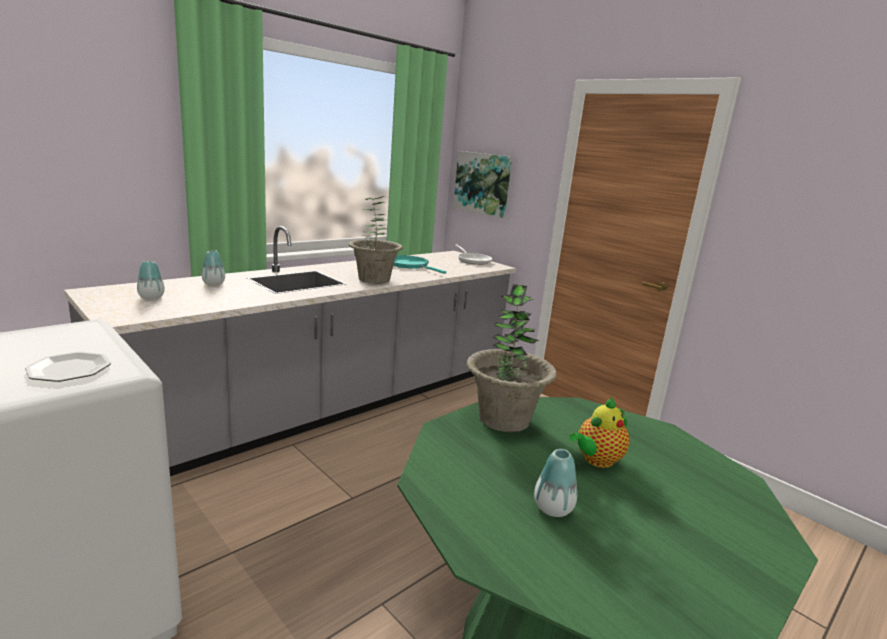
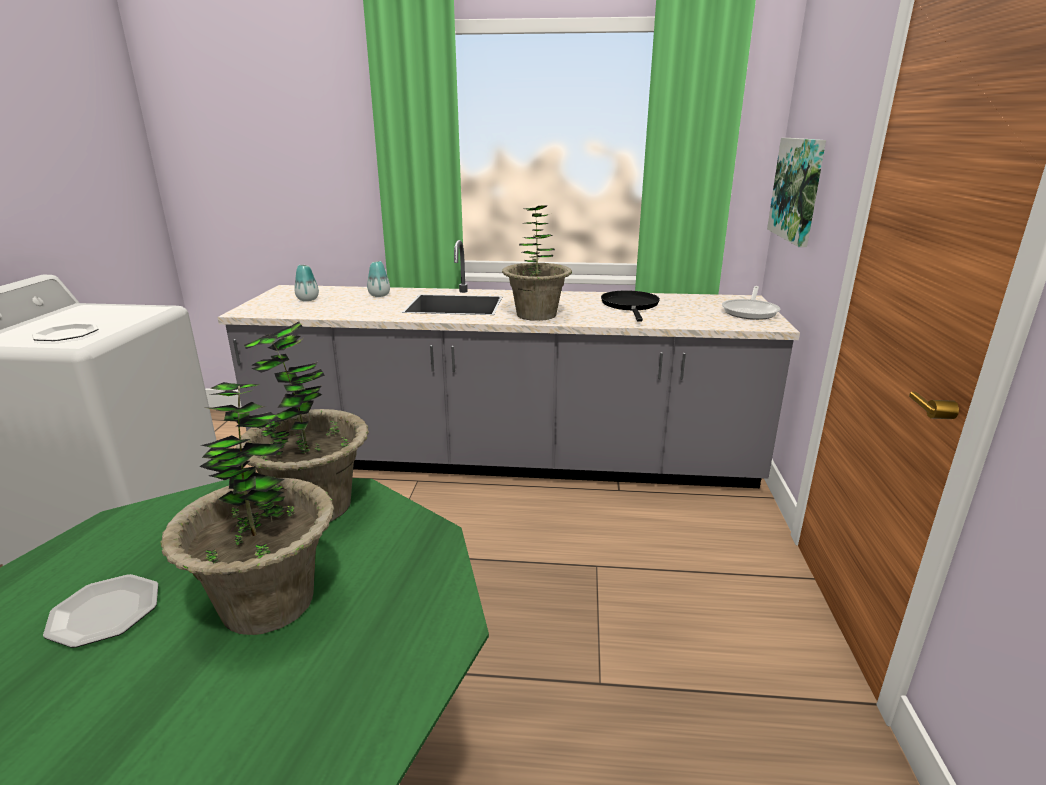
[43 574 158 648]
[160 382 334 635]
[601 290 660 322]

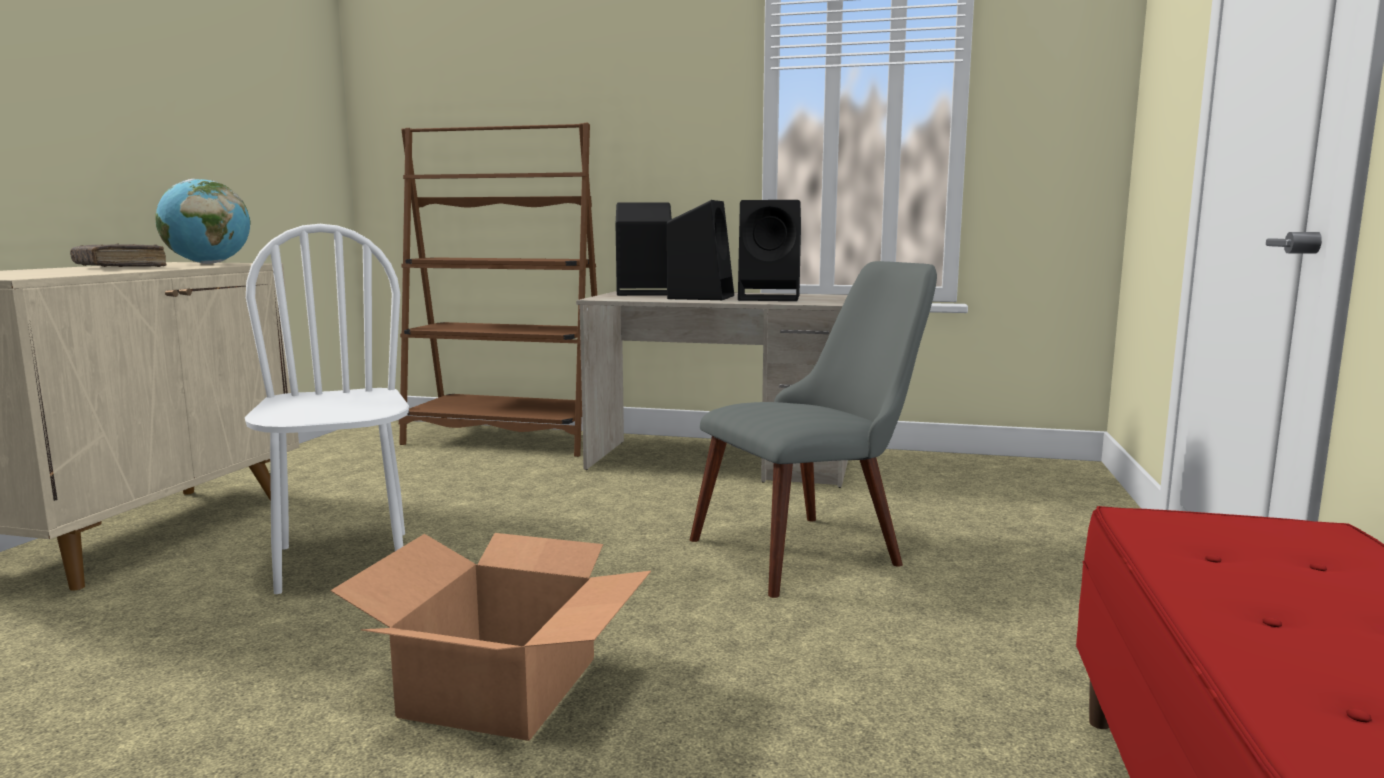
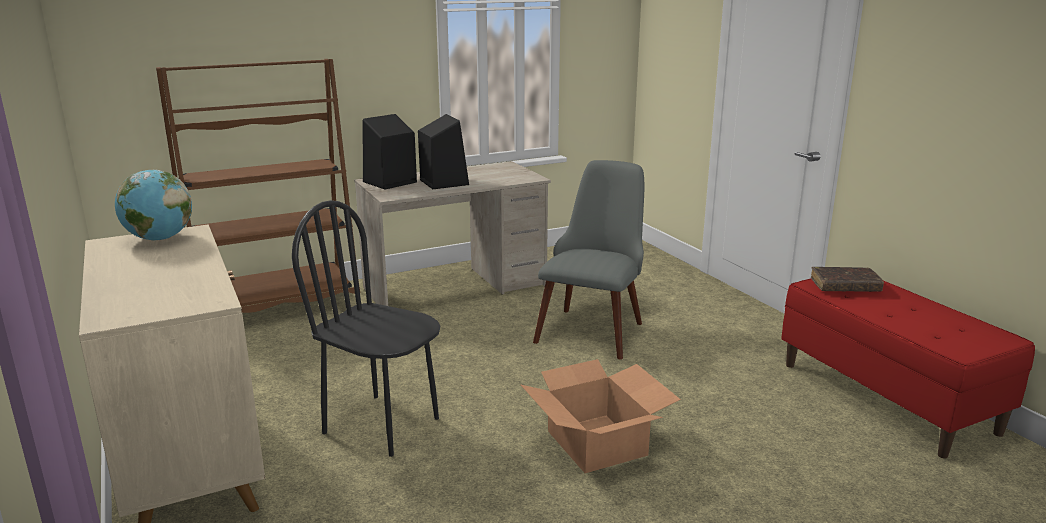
[292 200 441 457]
[811 267 884 292]
[738 200 801 301] (first image)

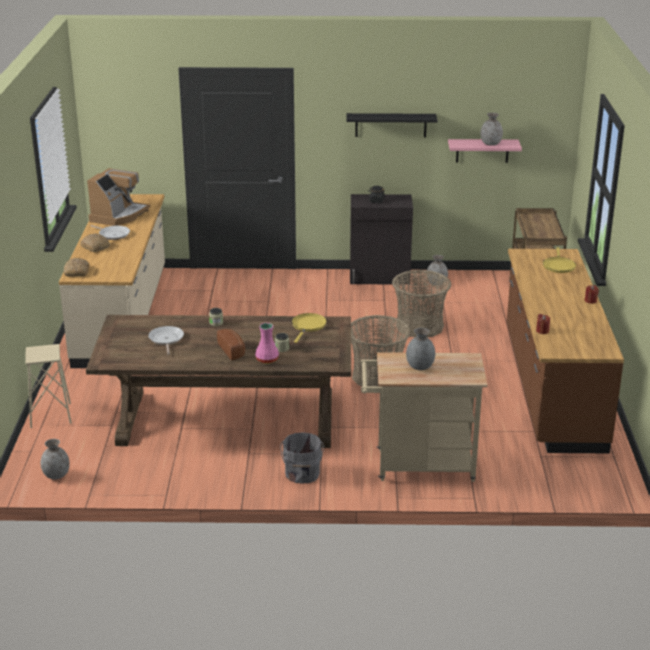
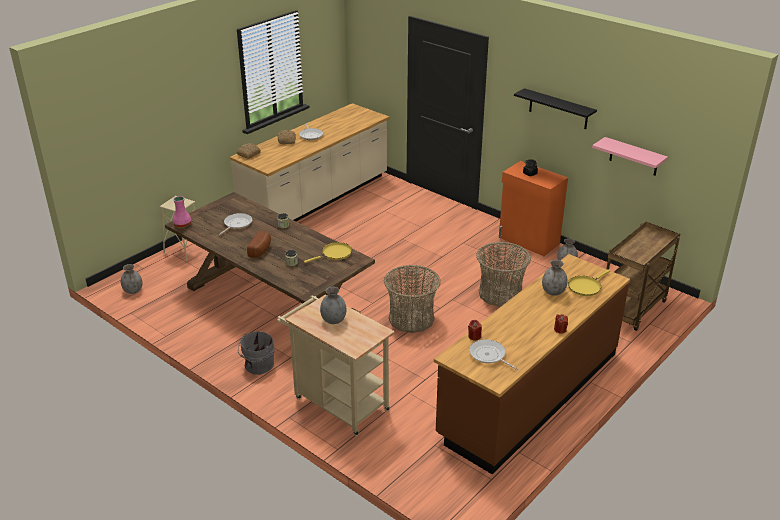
[173 196 191 228]
[469 339 518 370]
[499 161 568 256]
[542 260 568 296]
[87 168 150 226] (first image)

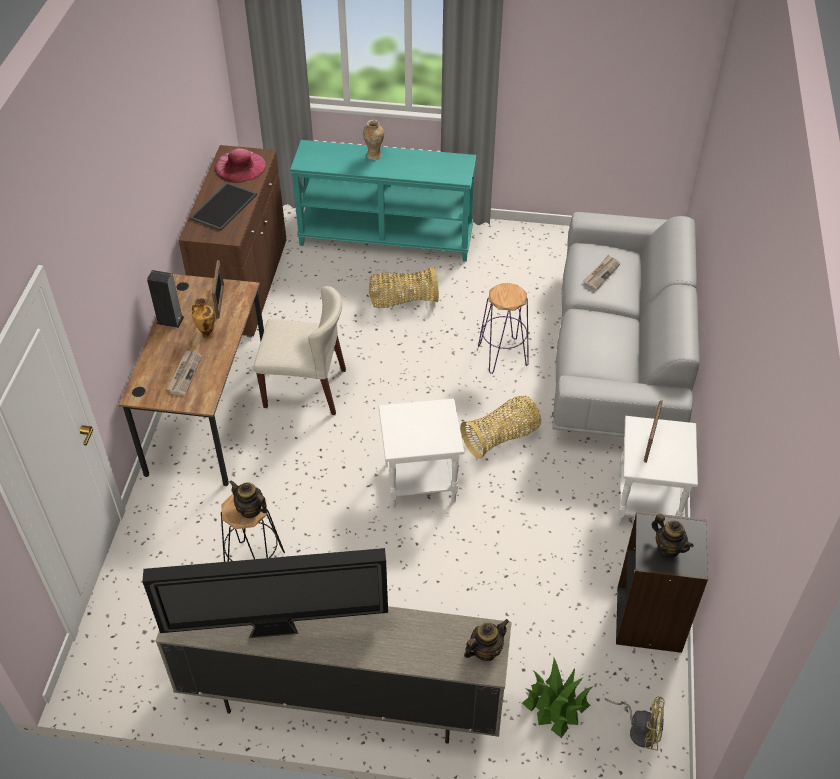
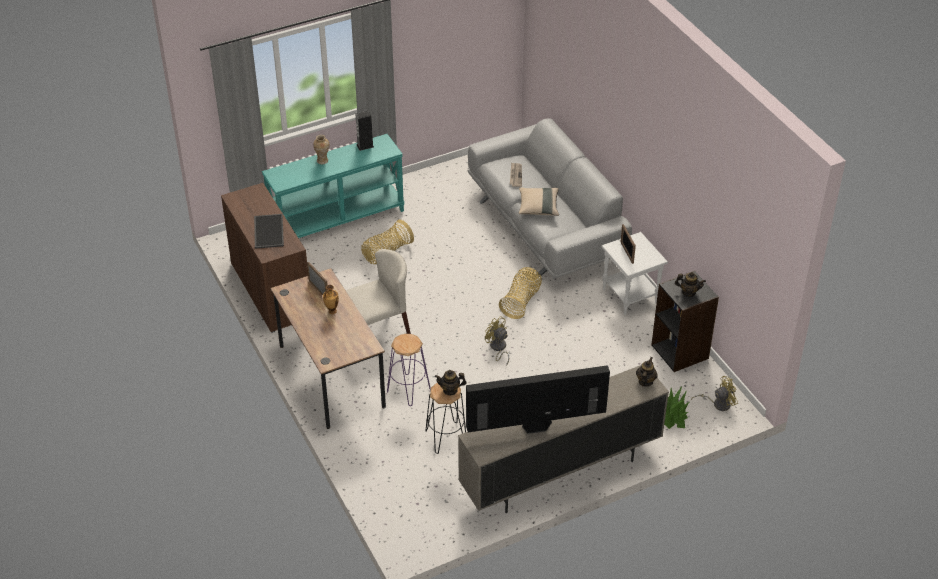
[355 111 374 151]
[387 334 431 406]
[466 365 610 434]
[485 316 509 366]
[519 187 559 216]
[167 350 202 396] (first image)
[214 148 266 183] (first image)

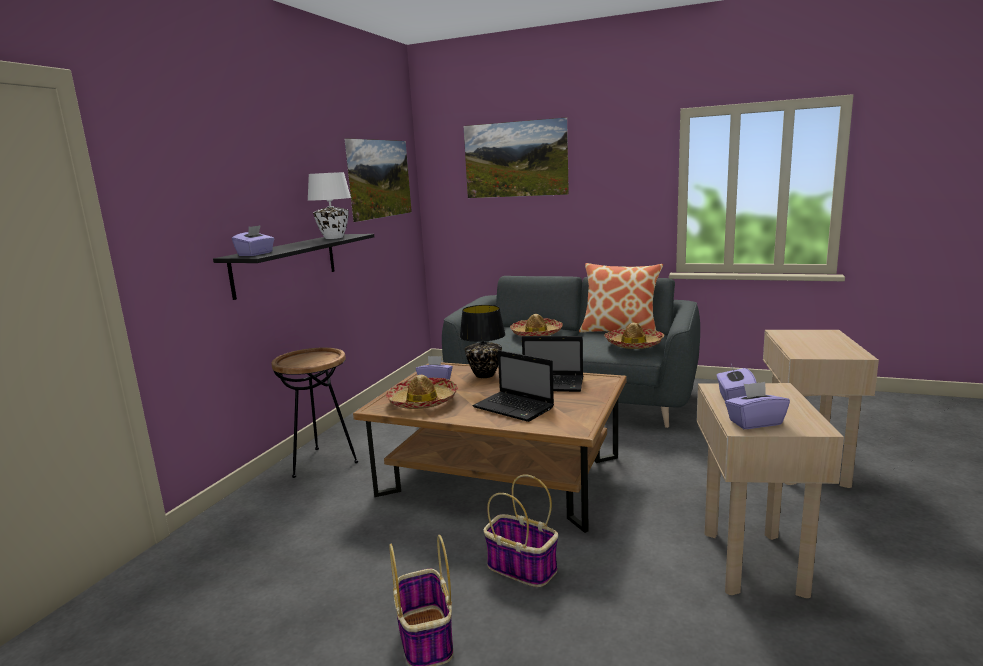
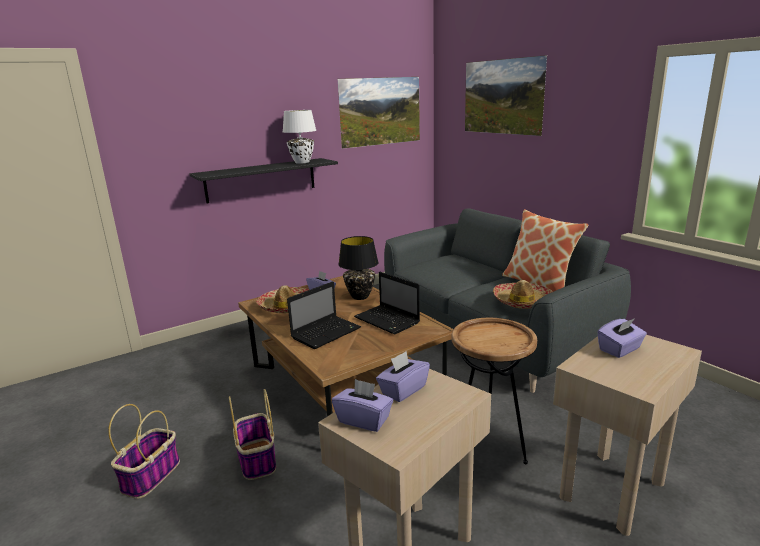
[287 281 361 349]
[452 318 537 464]
[598 318 647 358]
[510 314 563 336] (first image)

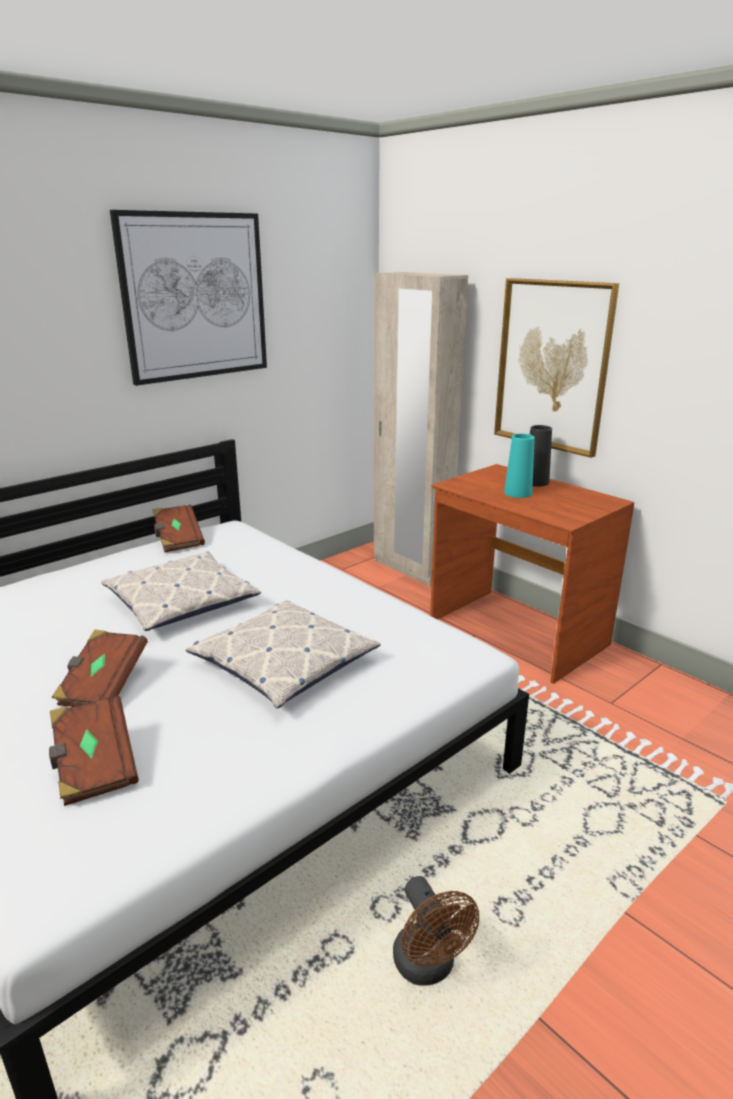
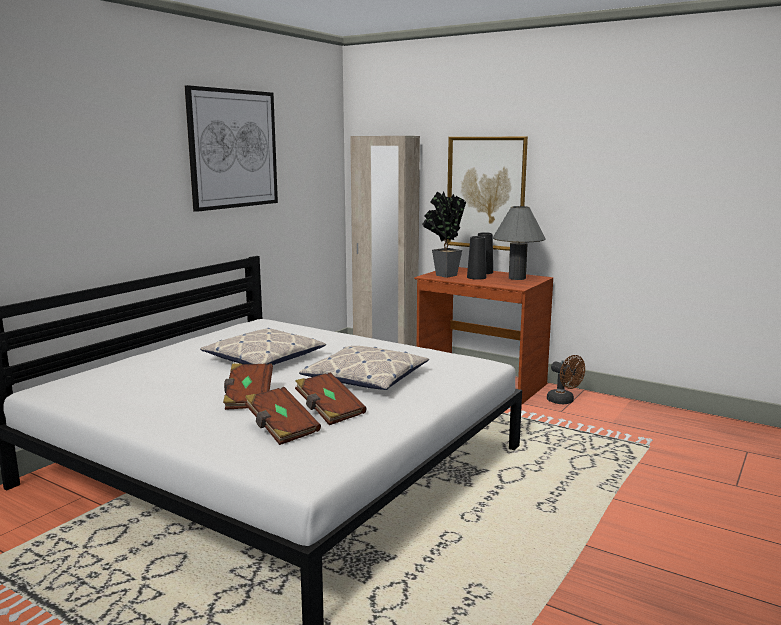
[295 372 367 425]
[422 191 466 278]
[467 236 486 280]
[493 206 546 280]
[547 355 585 404]

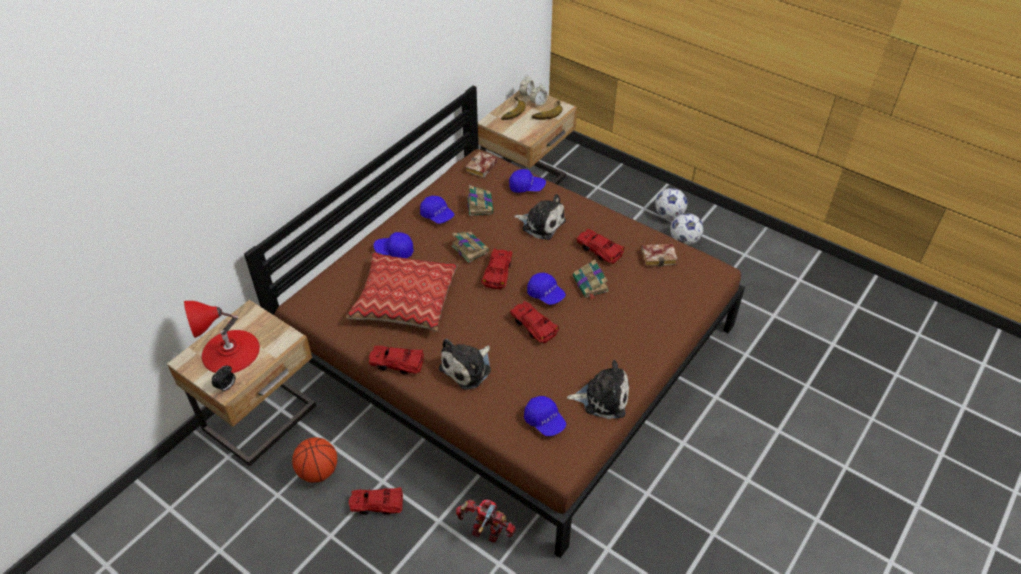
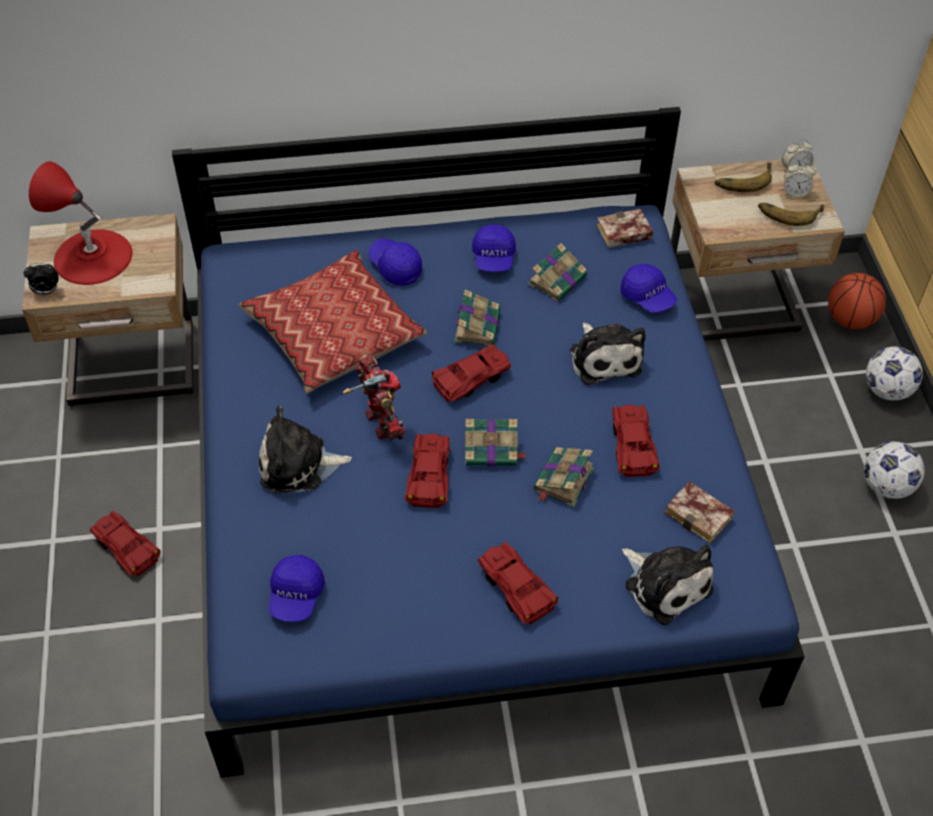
[172 107 805 778]
[343 354 406 441]
[465 419 527 466]
[478 542 558 624]
[622 545 713 625]
[828 273 886 329]
[866 347 923 401]

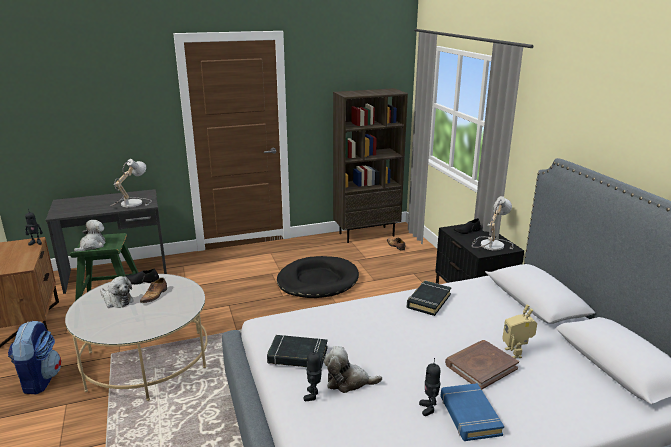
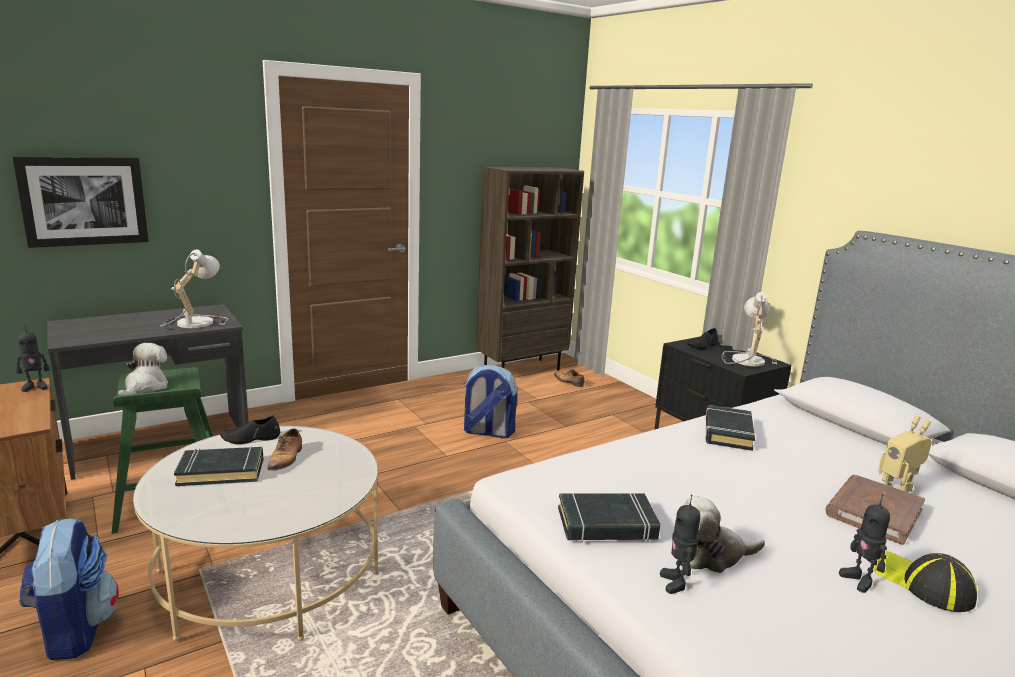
[12 156 149 248]
[174 446 263 486]
[464 365 517 439]
[874 551 977 612]

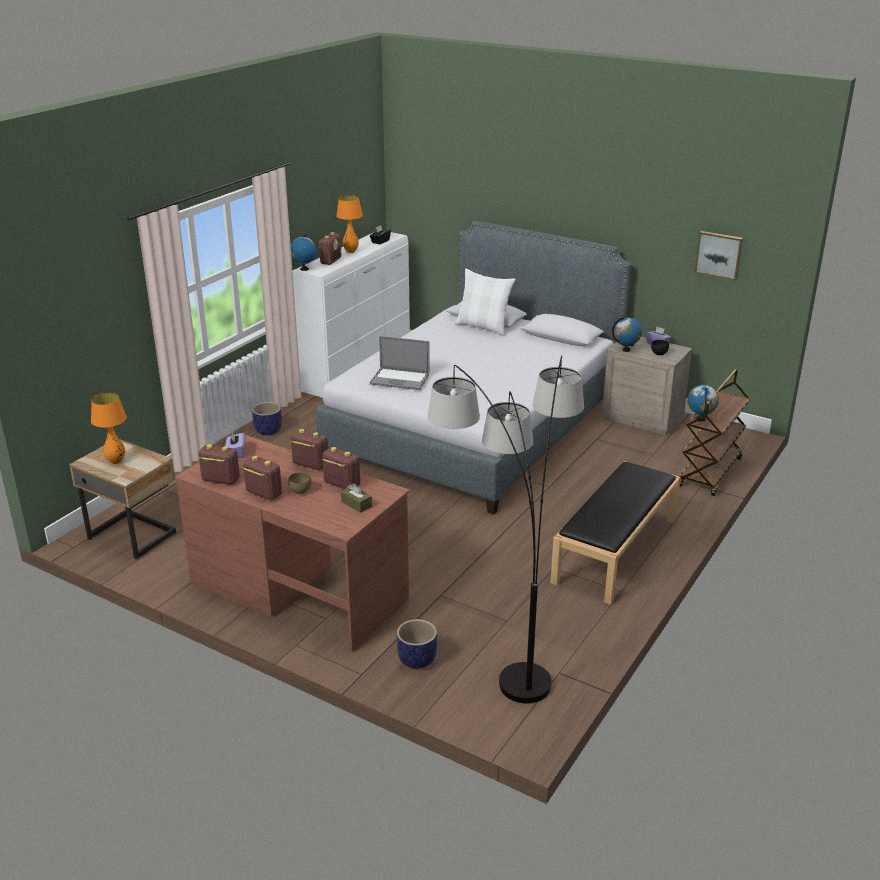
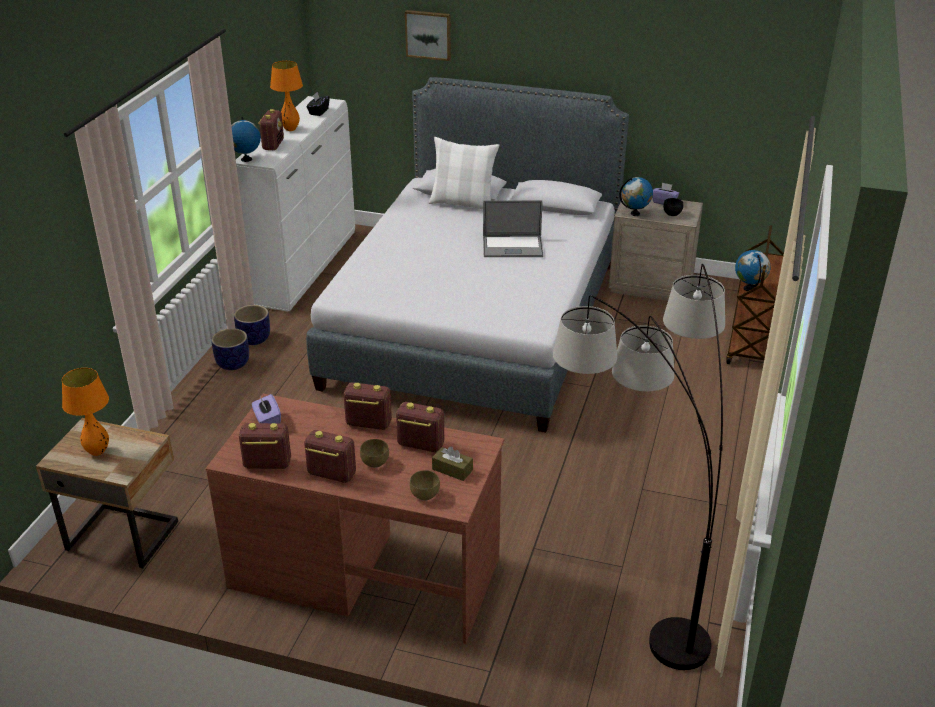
[234 305 270 345]
[405 10 451 61]
[410 470 440 501]
[483 200 543 257]
[551 461 681 605] (first image)

